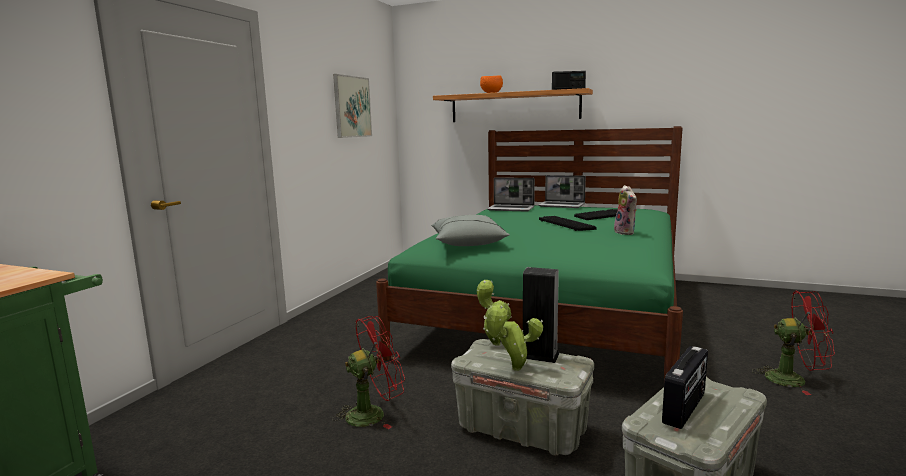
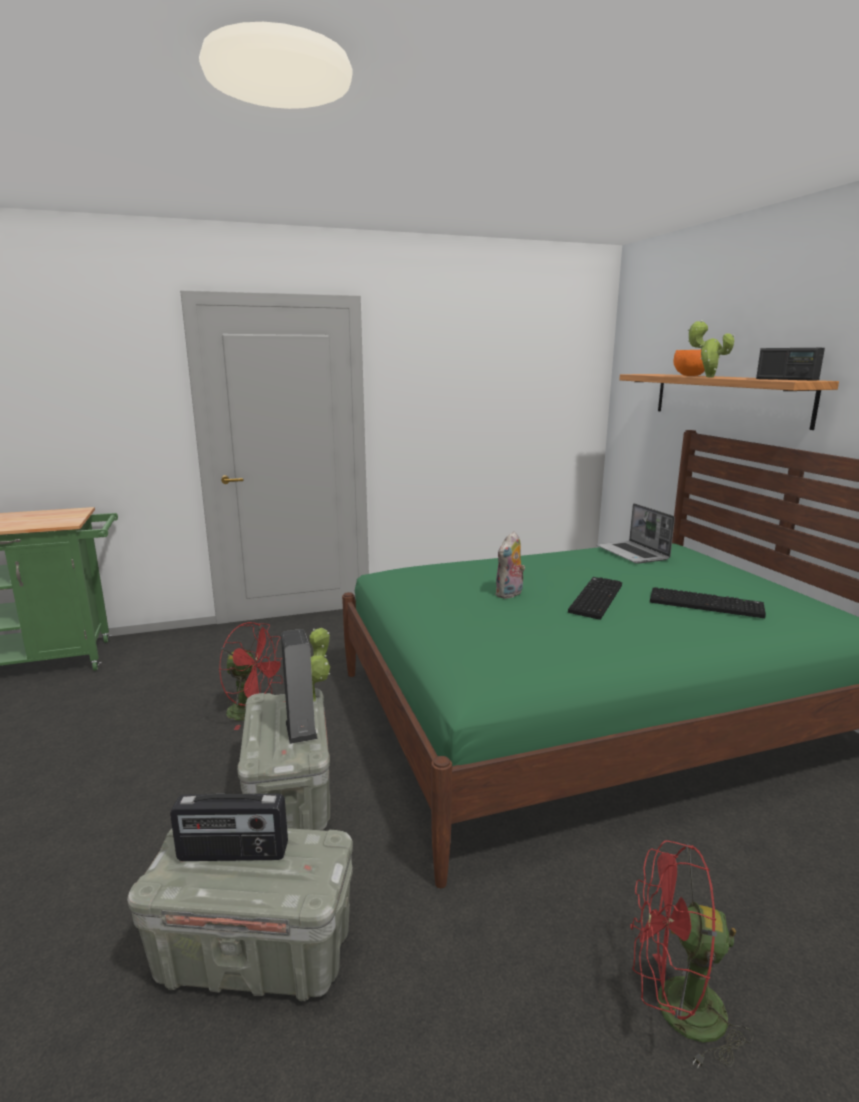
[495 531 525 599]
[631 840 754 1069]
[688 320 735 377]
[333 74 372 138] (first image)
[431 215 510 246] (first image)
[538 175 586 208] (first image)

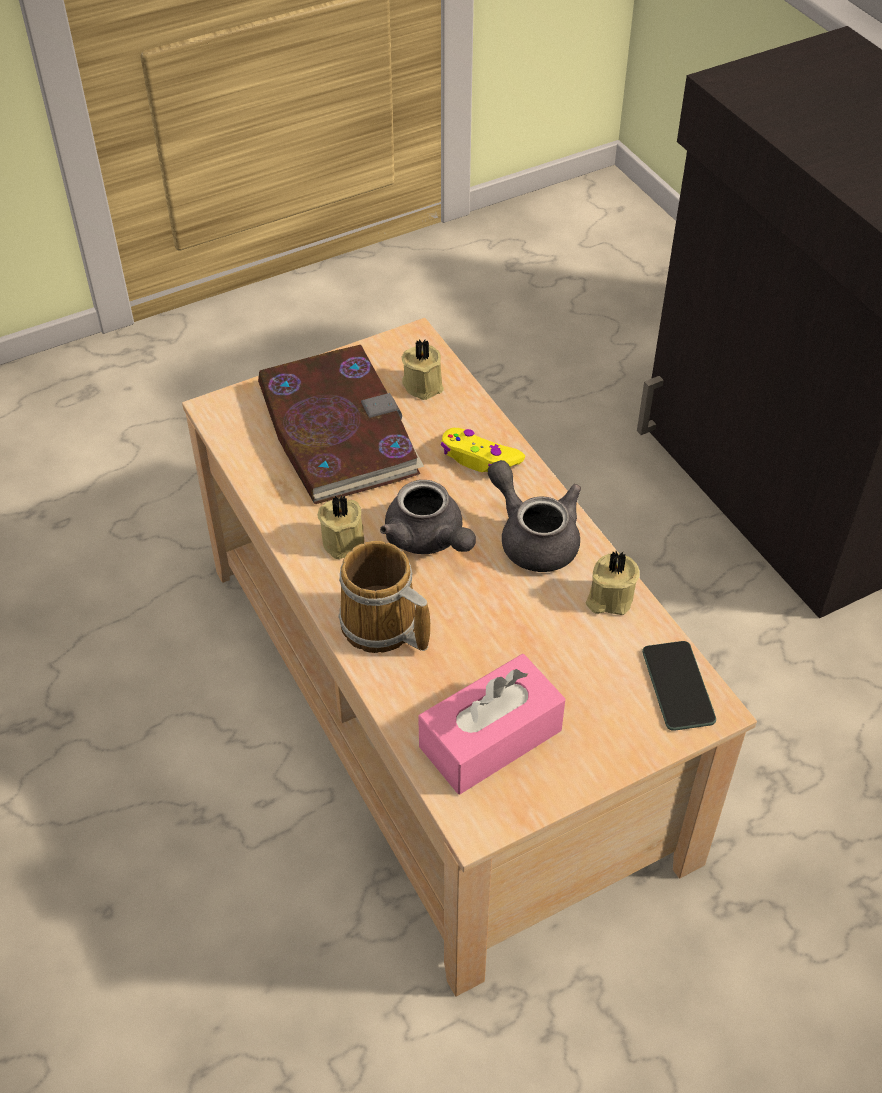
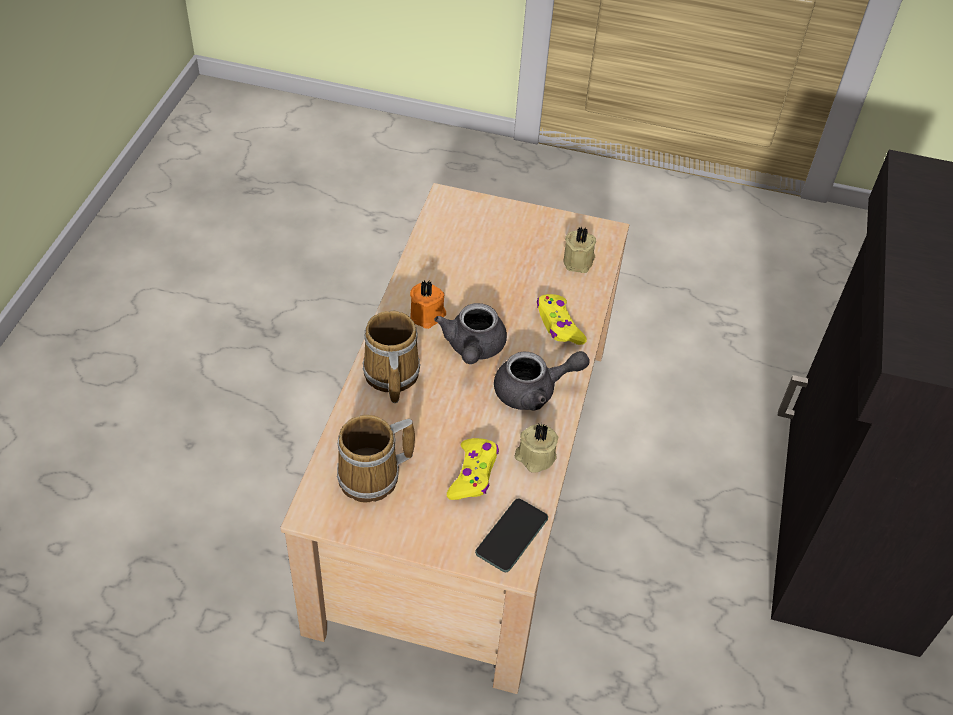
[337 415 415 503]
[410 280 446 329]
[447 438 499 500]
[494 351 590 410]
[258 345 424 504] (first image)

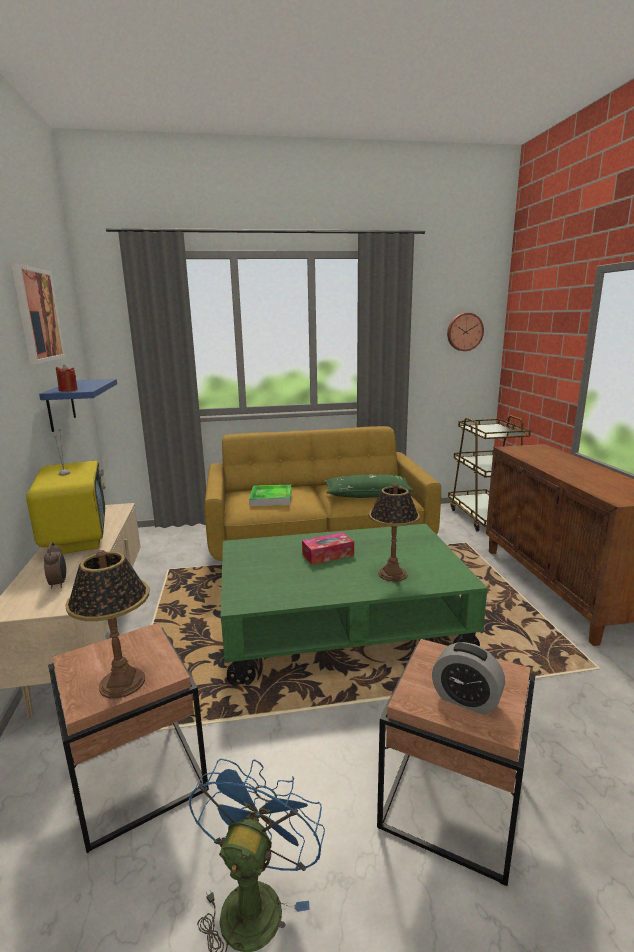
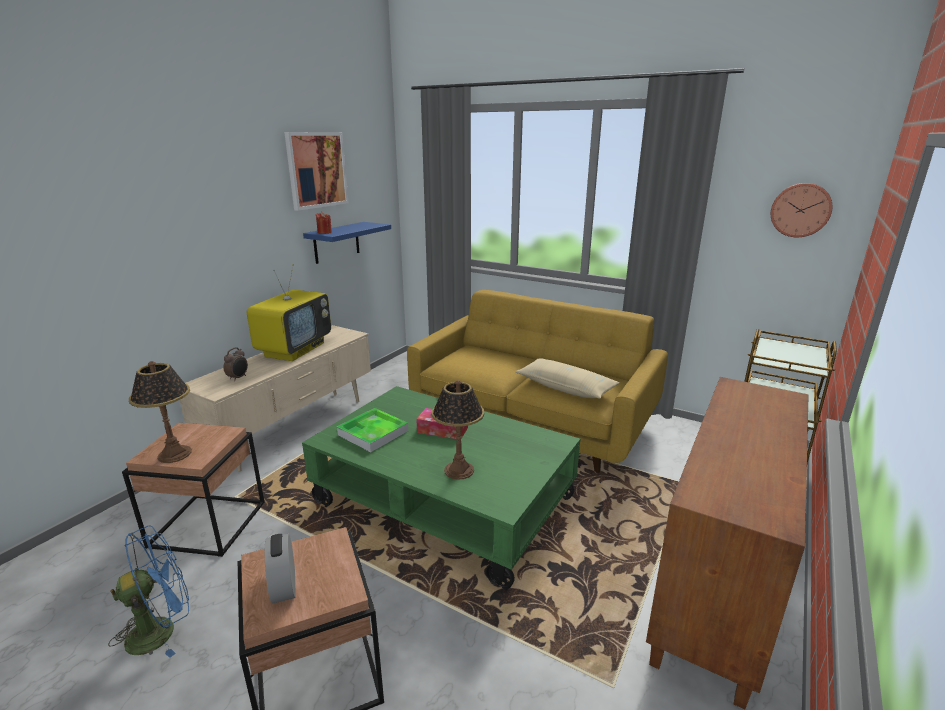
[337 408 408 452]
[515 358 620 399]

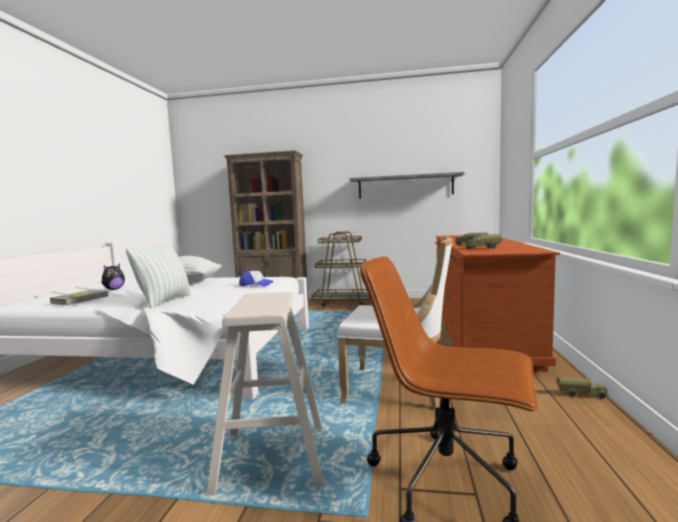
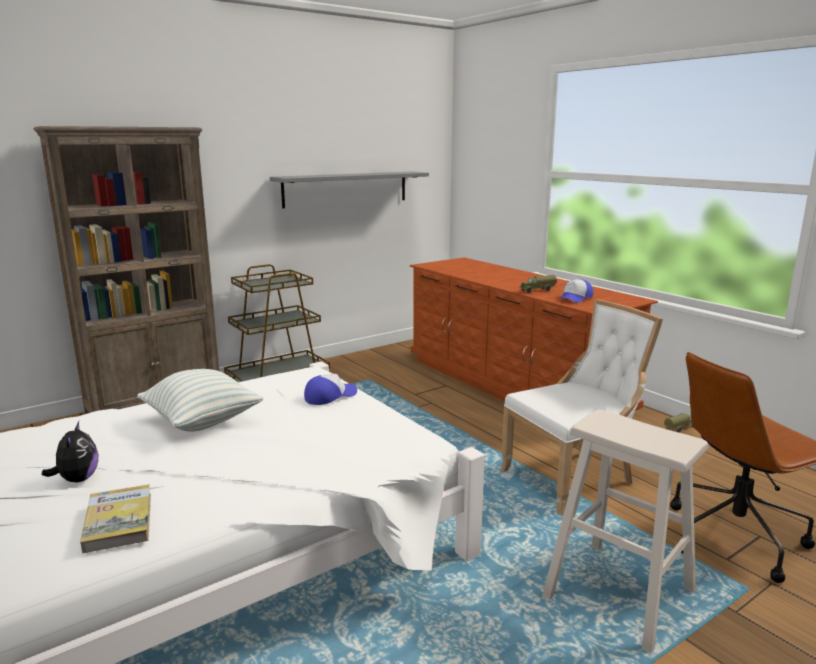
[559 279 593 303]
[126 243 192 308] (first image)

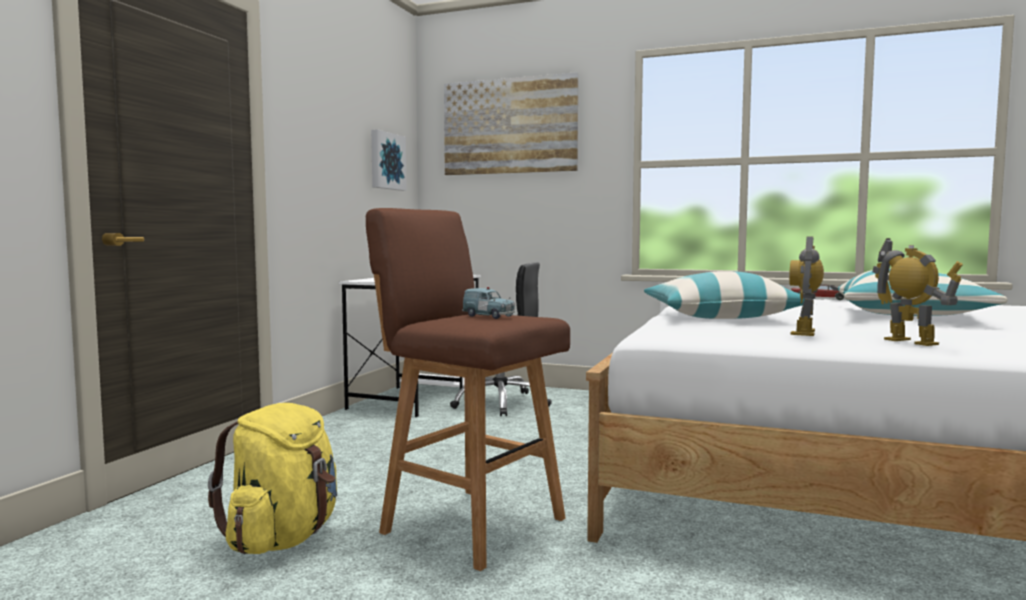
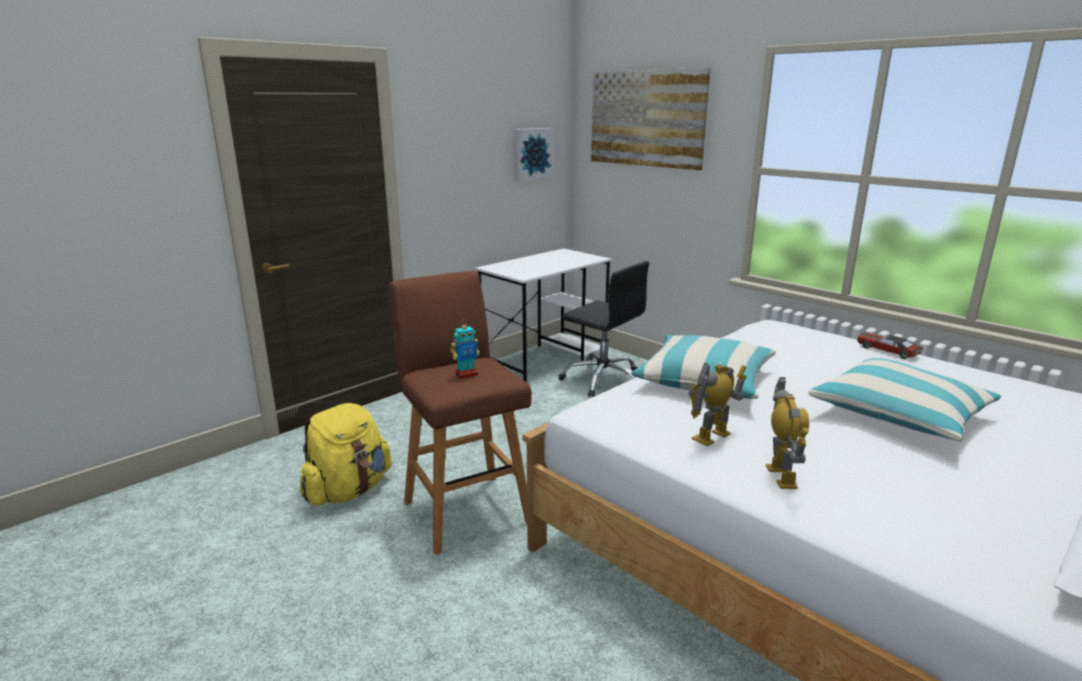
[451 320 480 379]

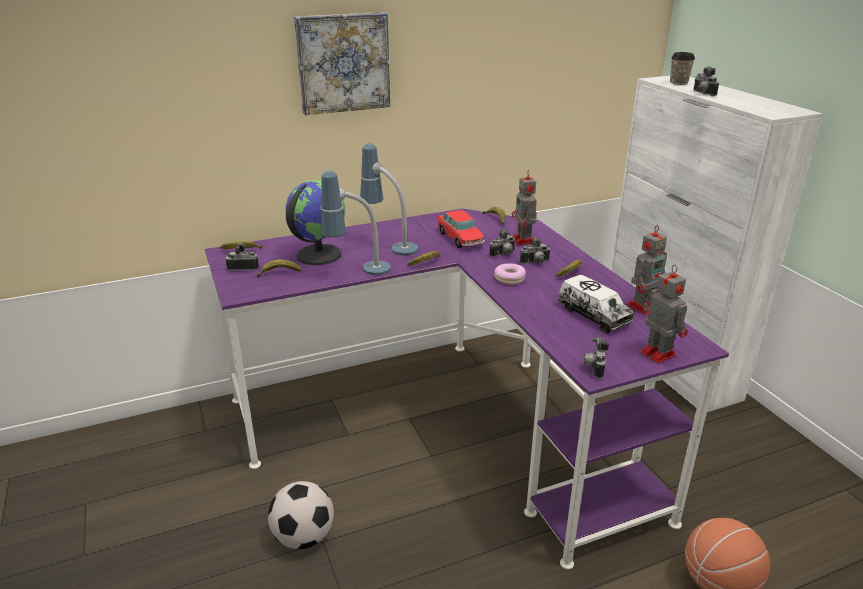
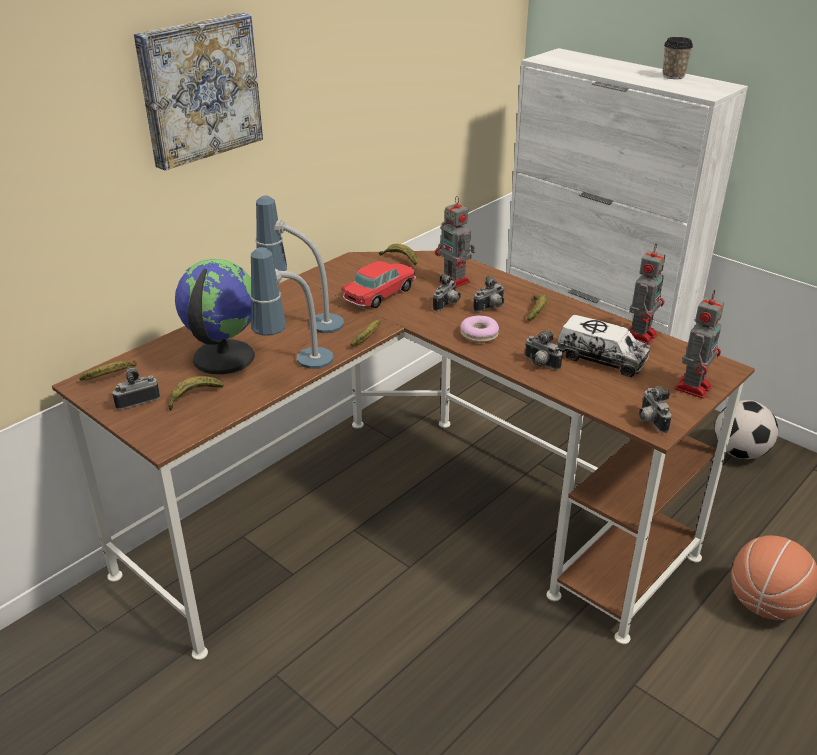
[52 251 755 660]
[342 261 416 309]
[525 331 563 370]
[663 37 693 79]
[674 290 724 399]
[715 400 778 459]

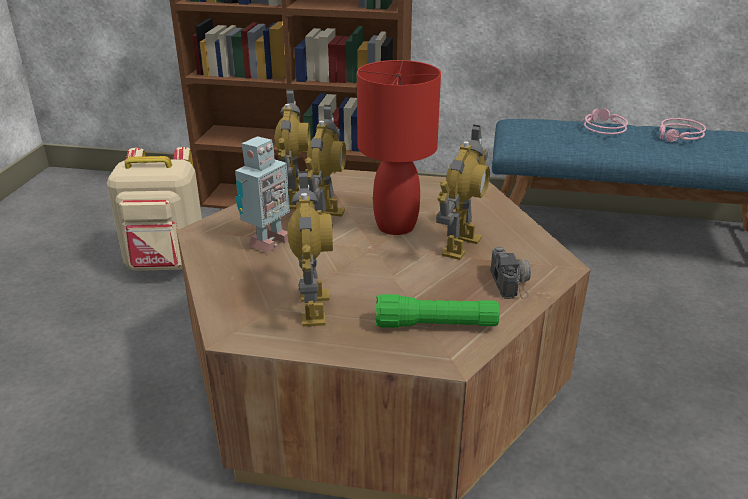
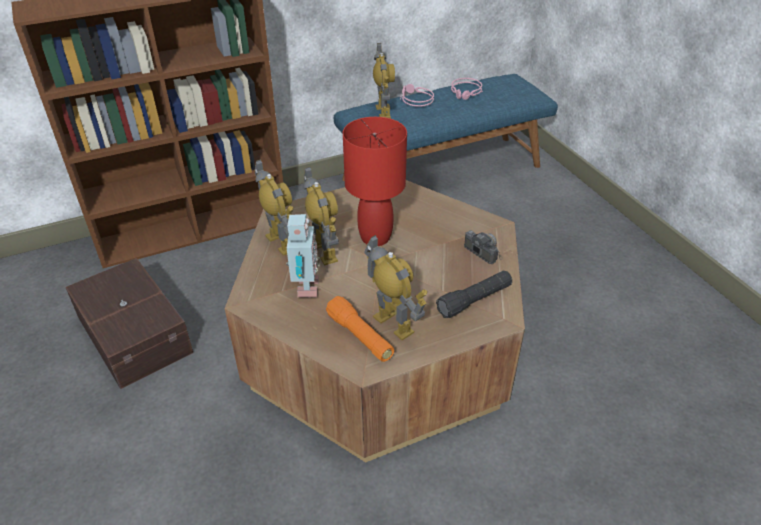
[65 258 193 389]
[326 296 394 362]
[373 43 395 119]
[436 271 512 318]

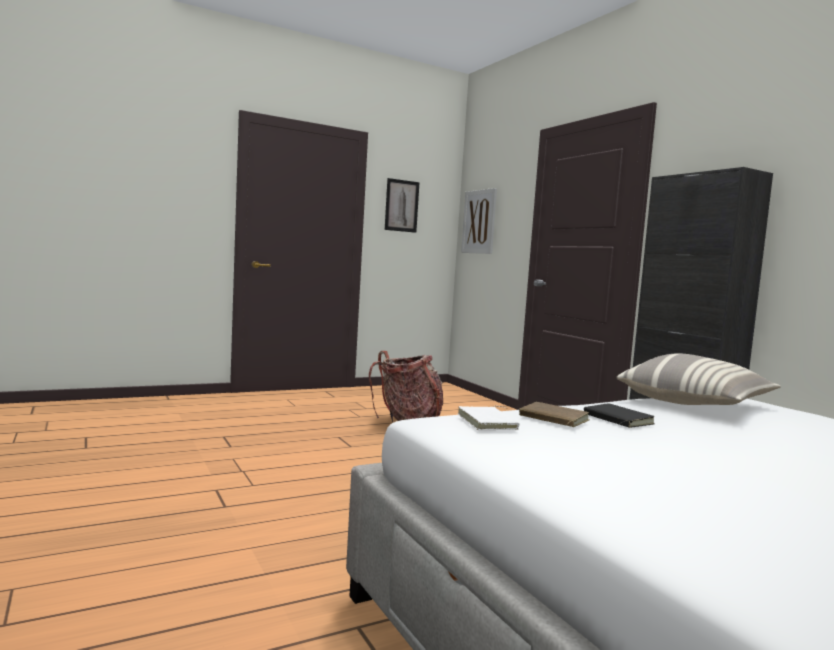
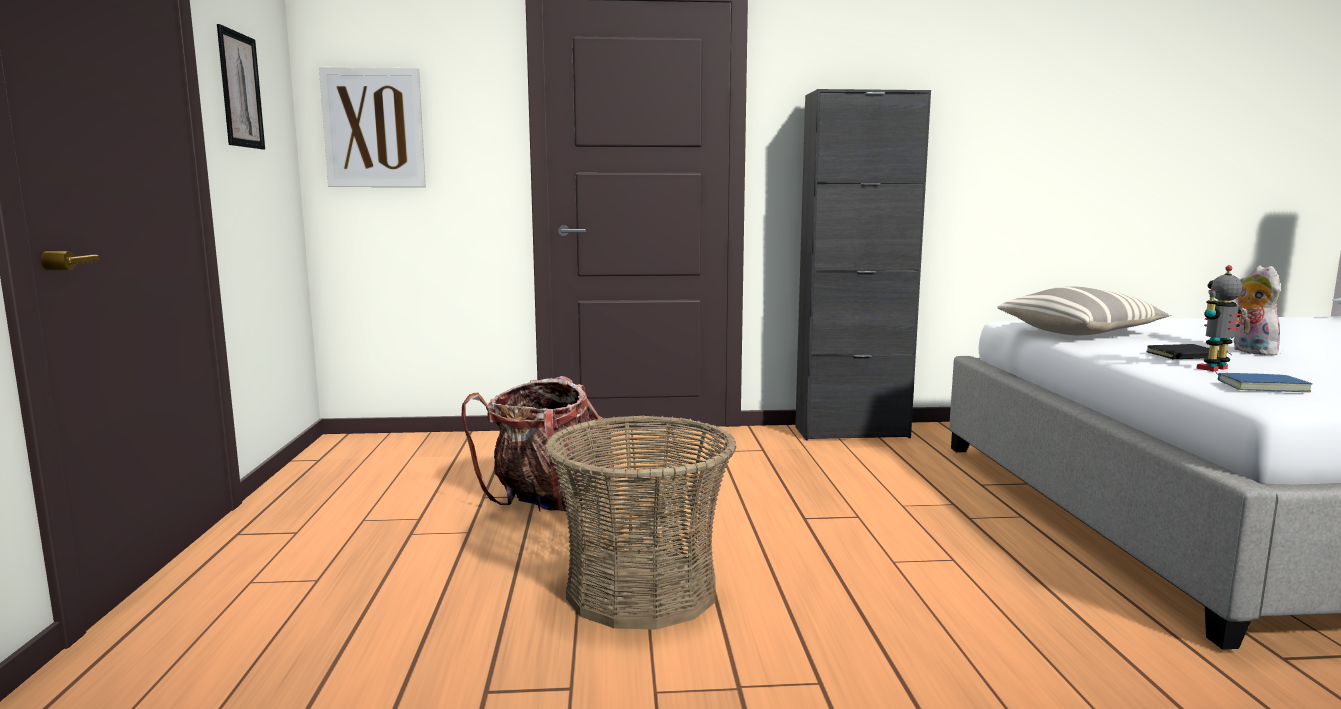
[545 415 737 630]
[1196 265 1243 371]
[1212 371 1312 392]
[1234 266 1280 355]

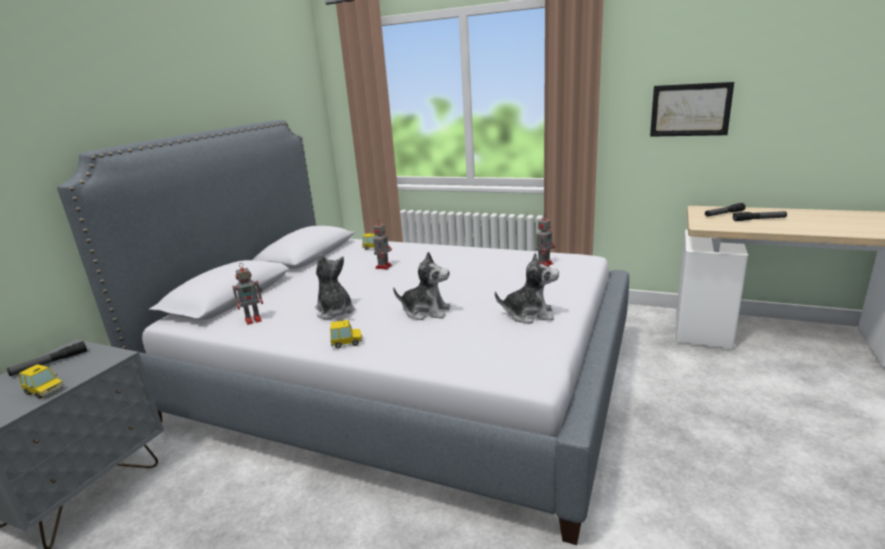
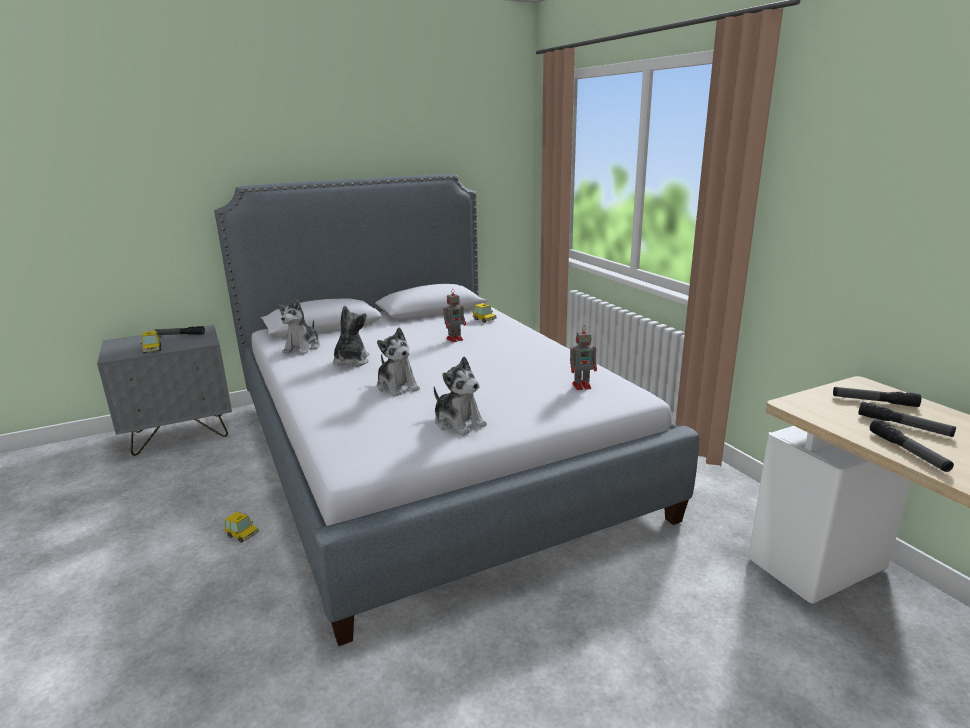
[225 512 259 543]
[278 298 320 355]
[870 419 954 472]
[650 82 734 137] (first image)

